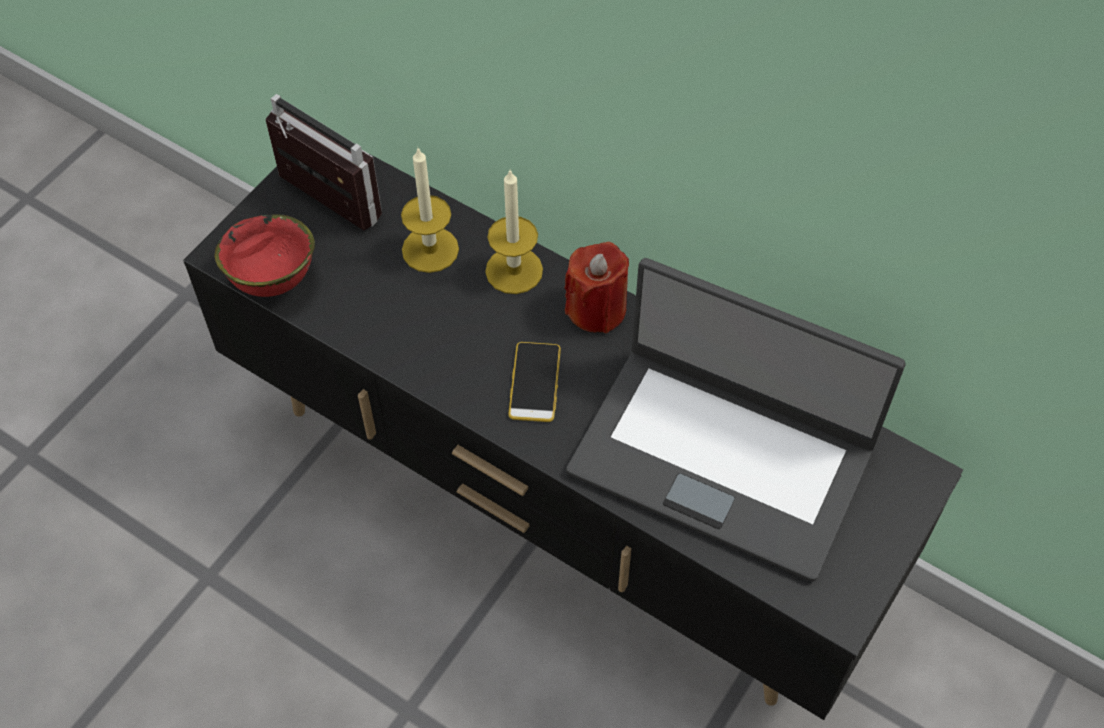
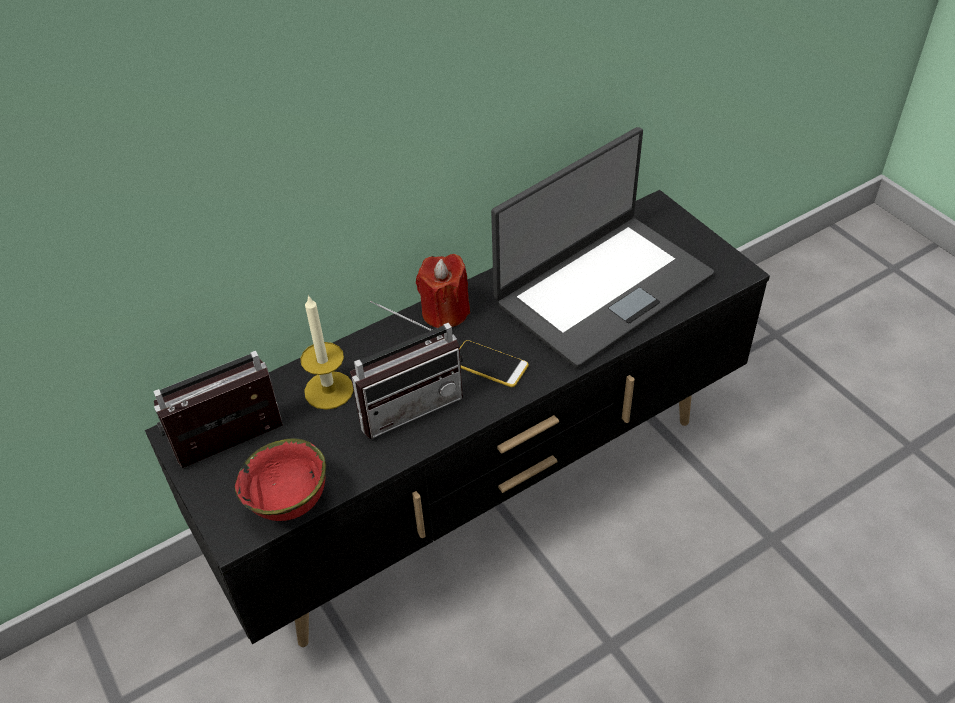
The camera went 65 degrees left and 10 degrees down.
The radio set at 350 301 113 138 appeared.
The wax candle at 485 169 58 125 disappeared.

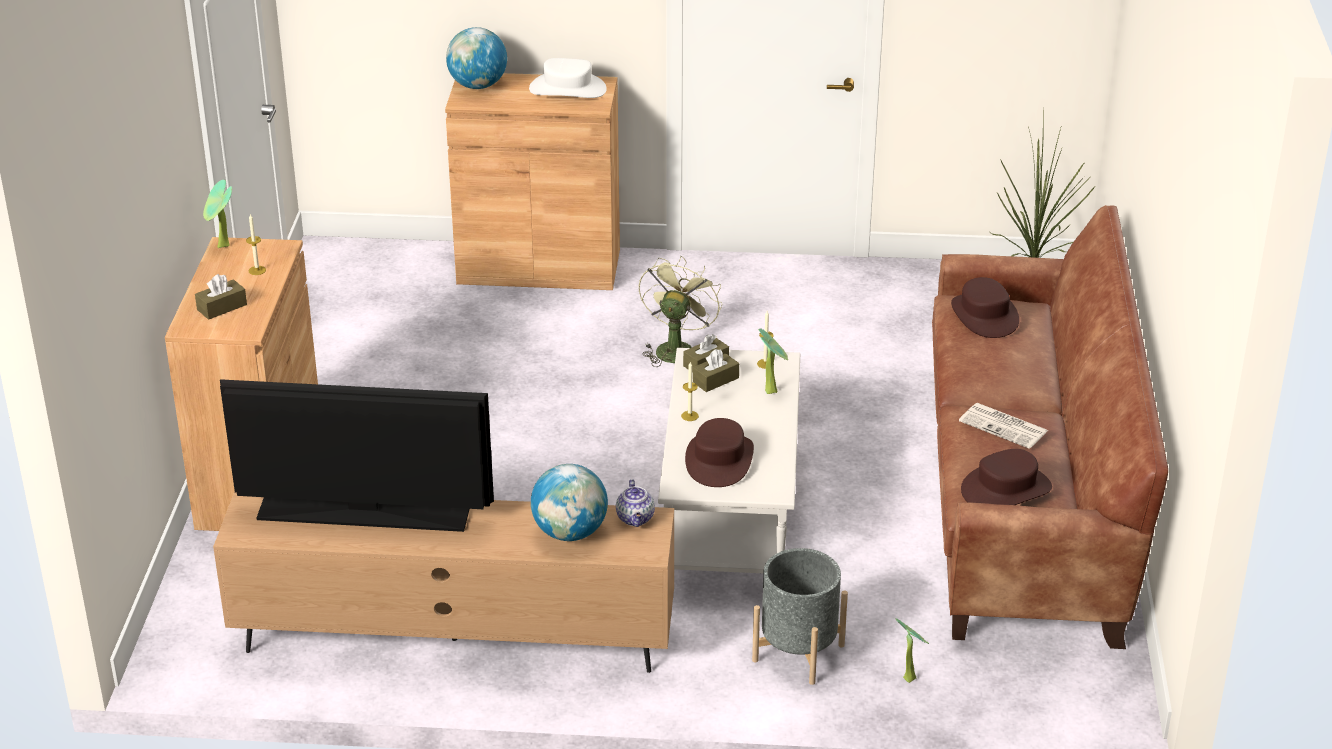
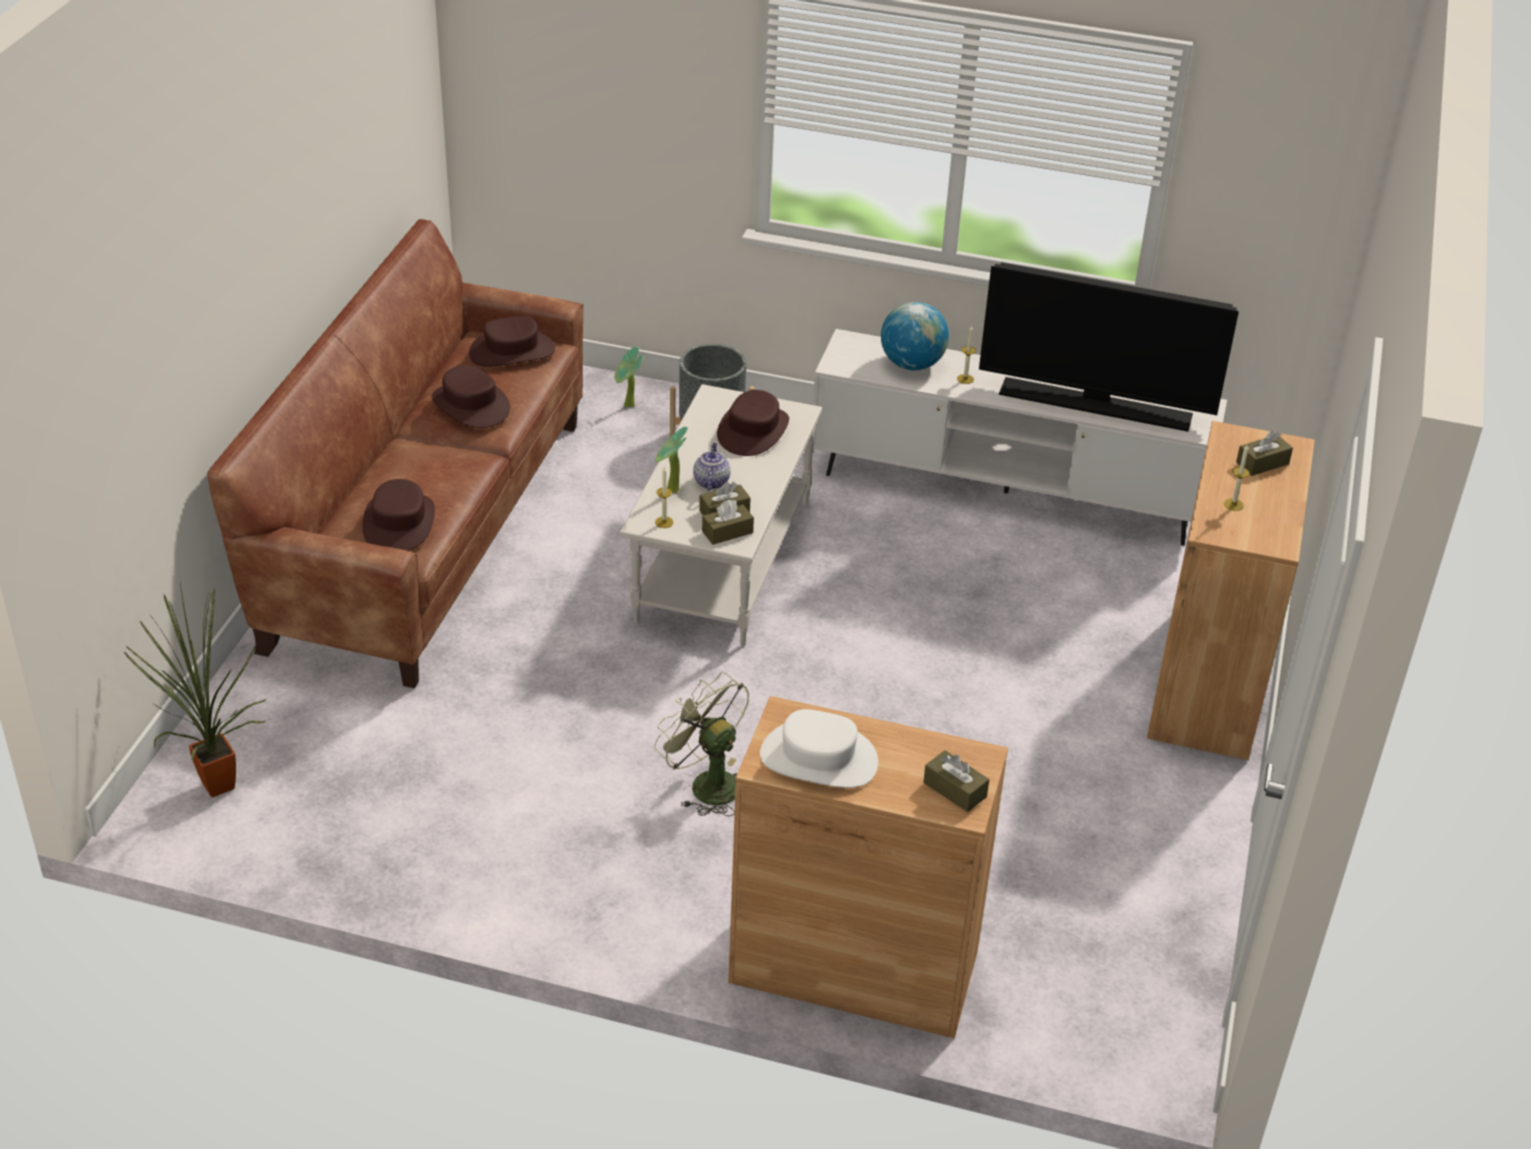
The camera went 170 degrees left and 5 degrees up.
The newspaper at 959 403 89 46 was replaced by the brown hat at 432 365 78 63.
The green-coloured fan at 639 256 83 111 turned 105 degrees clockwise.
The teapot moved from 616 479 39 48 to 693 443 37 47.
The brown tv stand at 213 492 461 181 became the white-coloured tv stand at 813 329 414 217.
The world globe at 446 27 61 62 was replaced by the brown tissue holder at 923 750 66 62.
The wax candle moved from 681 362 18 59 to 957 325 19 59.
The houseplant at 203 180 29 68 disappeared.

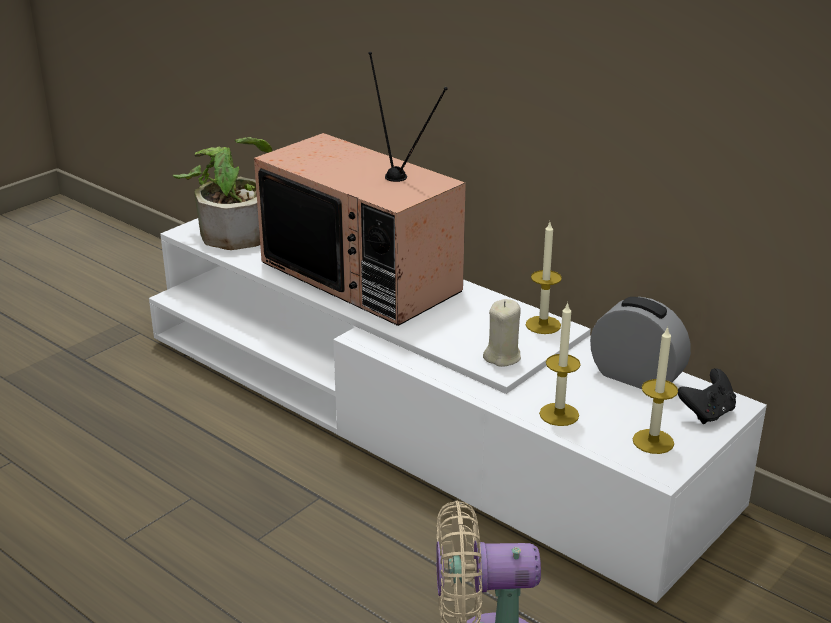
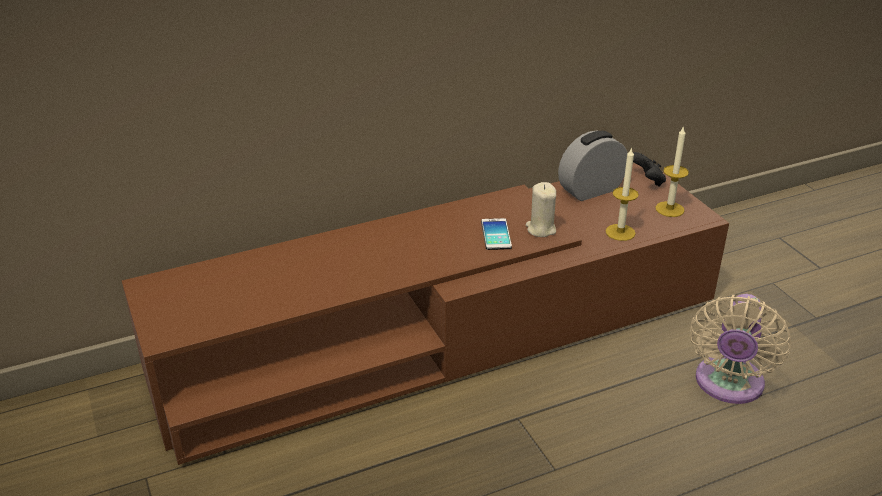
The camera went 65 degrees left and 5 degrees up.
The white-coloured tv stand at 149 218 618 385 became the brown tv stand at 122 163 607 302.
The phone at 481 218 31 32 appeared.
The houseplant at 172 137 100 113 disappeared.
The television at 254 52 212 274 disappeared.
The wax candle at 526 222 36 112 disappeared.

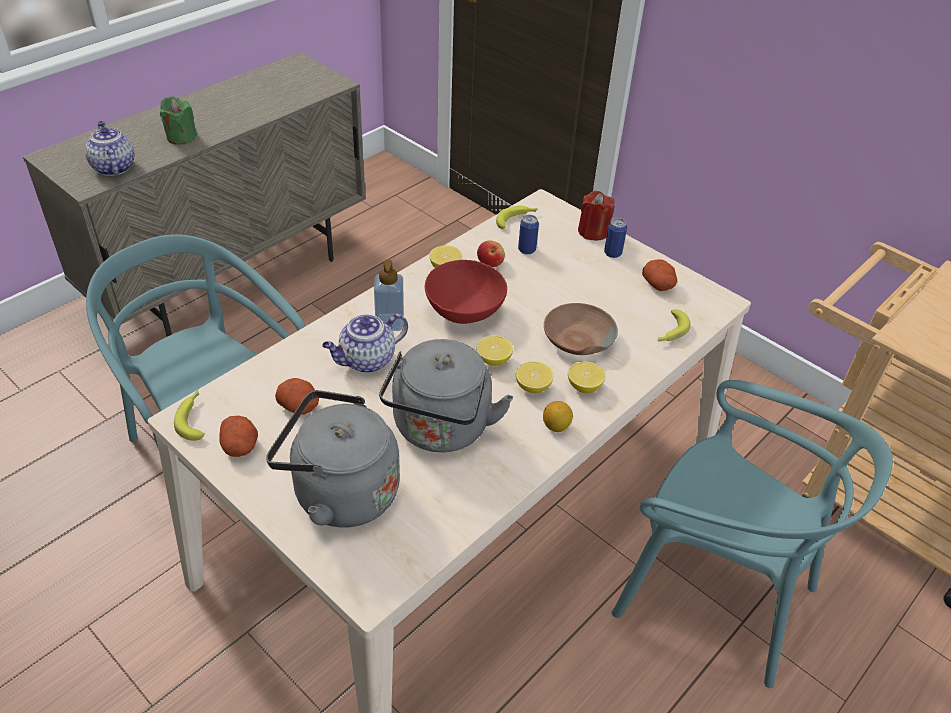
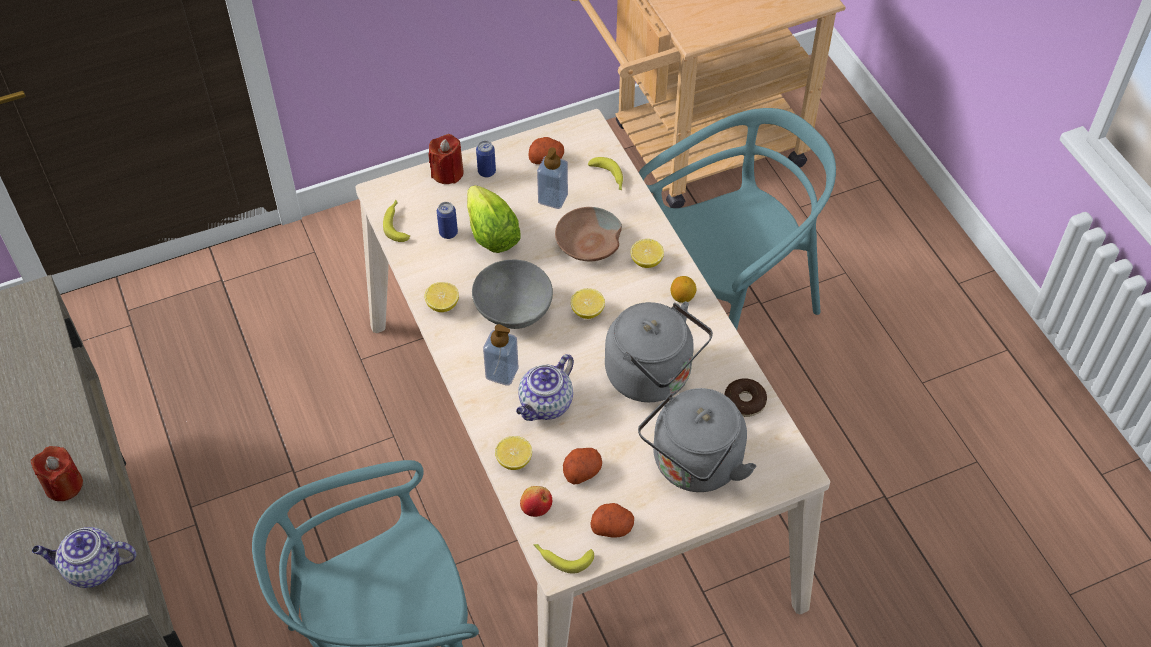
The camera went 65 degrees left and 10 degrees up.
The green-coloured wax candle at 160 96 37 49 became the red wax candle at 31 446 52 55.
The head of lettuce at 467 185 53 68 appeared.
The red deep dish at 425 260 82 64 became the grey deep dish at 472 260 81 69.
The whole lemon moved from 516 362 38 31 to 495 436 37 34.
The teapot at 322 314 86 59 turned 45 degrees clockwise.
The whole apple moved from 477 240 28 27 to 520 486 32 31.
The soap bottle at 537 147 31 62 appeared.
The donut at 724 378 43 39 appeared.

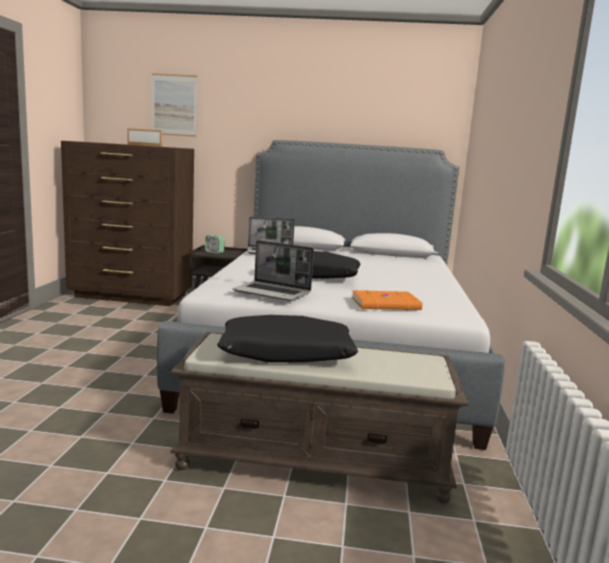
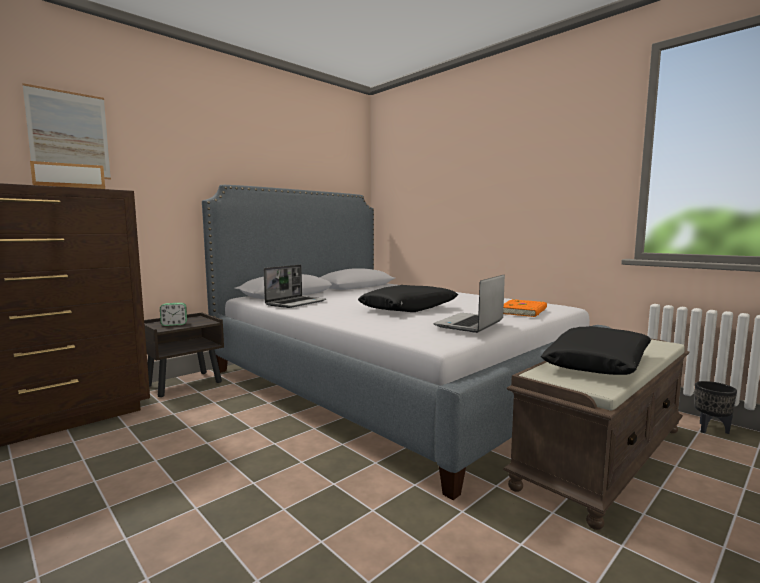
The camera went 50 degrees left and 5 degrees down.
The notebook computer at 232 240 82 61 turned 150 degrees clockwise.
The black plant pot at 694 381 43 53 appeared.

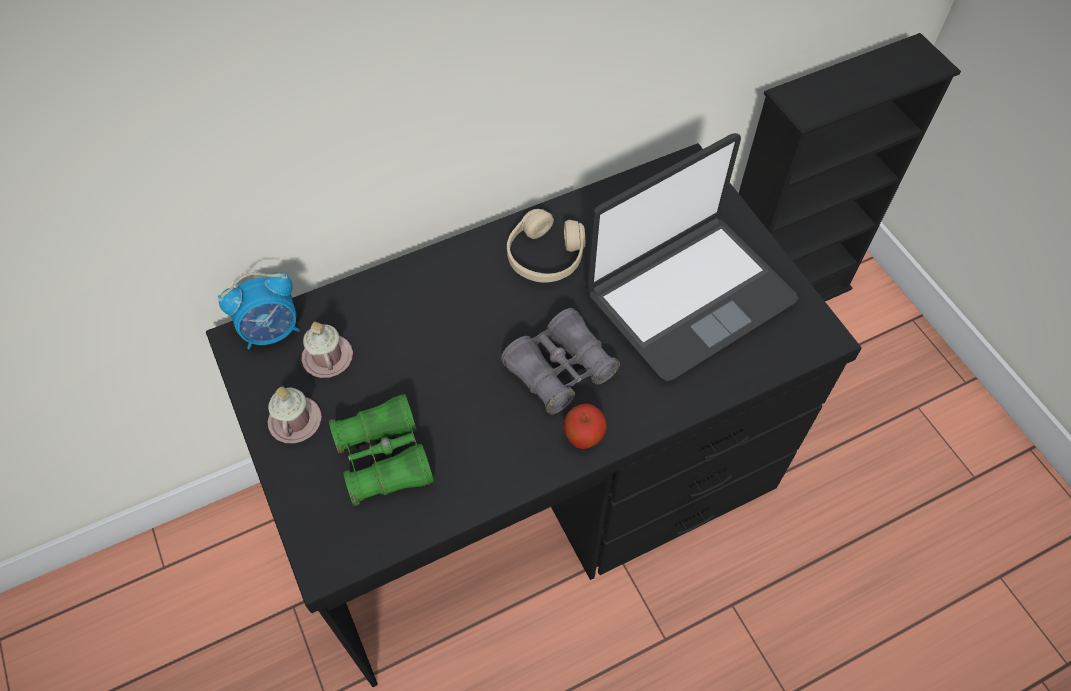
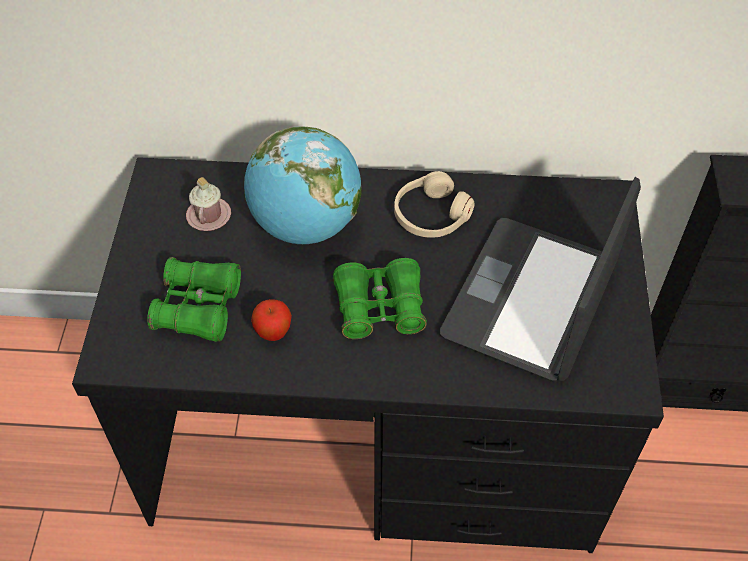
The camera went 30 degrees right and 5 degrees down.
The world globe at 244 127 118 117 appeared.
The whole apple moved from 564 404 43 45 to 251 299 41 42.
The grey binoculars at 501 308 119 107 became the green-coloured binoculars at 333 258 94 81.
The notebook computer at 586 133 213 249 turned 120 degrees clockwise.
The table clock at 218 272 82 77 disappeared.
The pink-coloured mug at 268 386 54 58 disappeared.

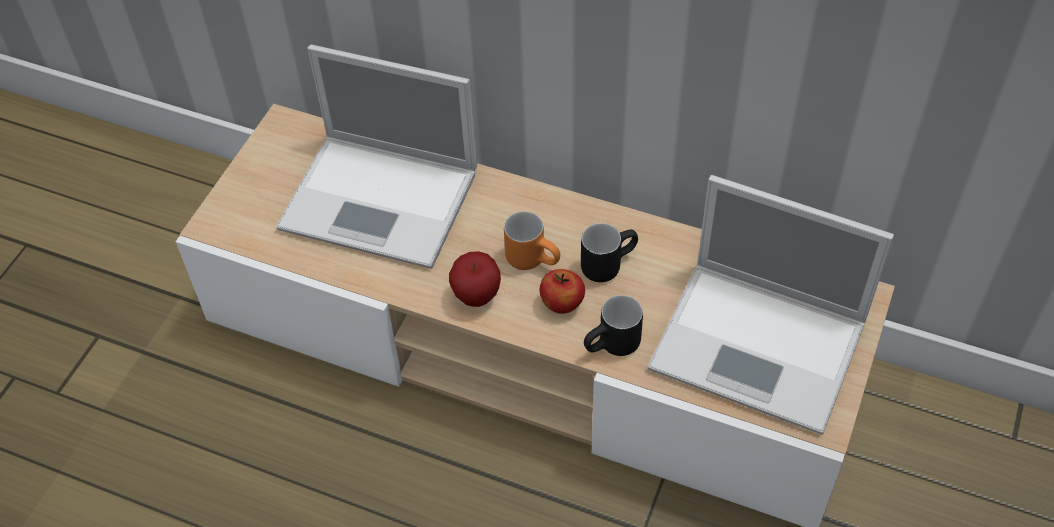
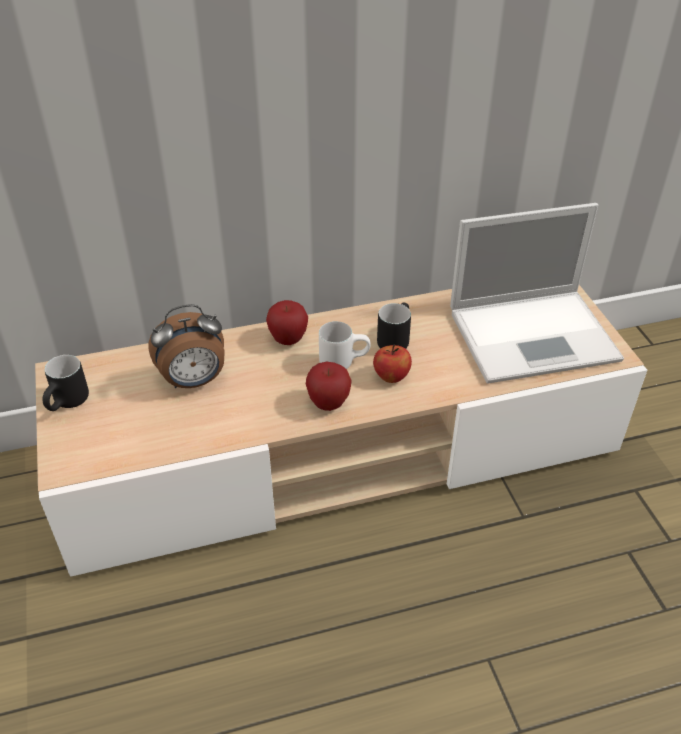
The camera went 40 degrees left and 10 degrees down.
The black mug moved from 584 295 59 61 to 42 355 47 56.
The notebook computer at 276 45 201 224 was replaced by the table clock at 148 304 77 84.
The whole apple at 266 300 42 45 appeared.
The orange mug at 504 211 56 59 became the white-coloured mug at 319 321 52 48.

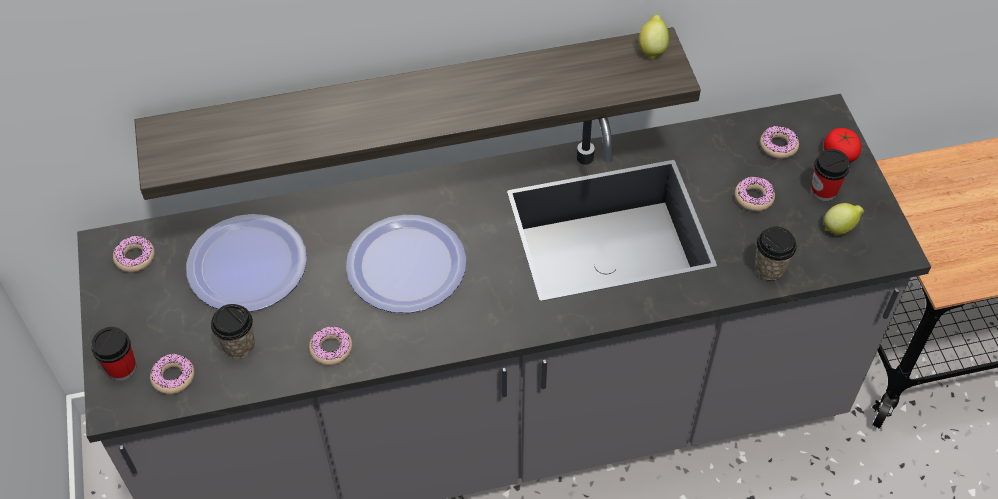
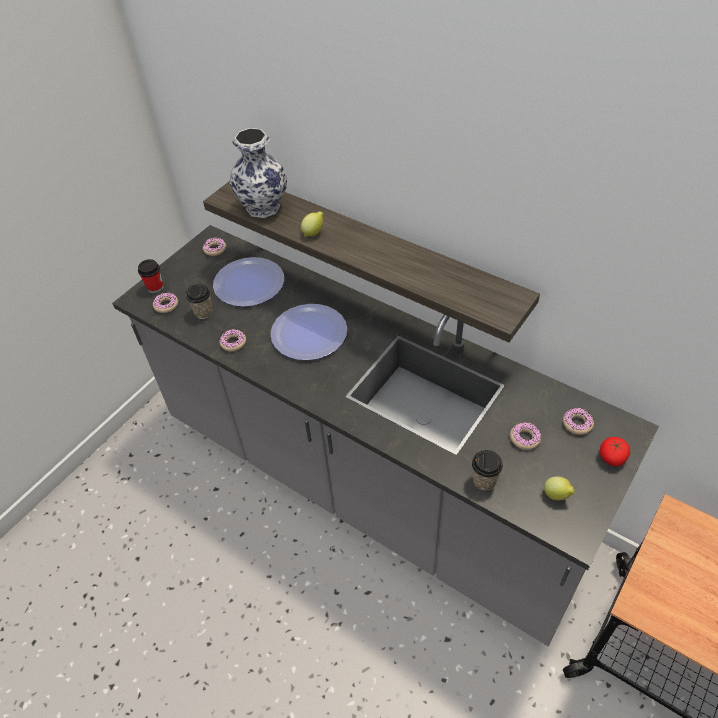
The camera went 50 degrees right and 5 degrees down.
The decorative vase at 230 128 57 90 appeared.
The whole lemon moved from 639 15 30 45 to 301 211 23 26.
The drinking cup at 811 149 39 52 disappeared.

